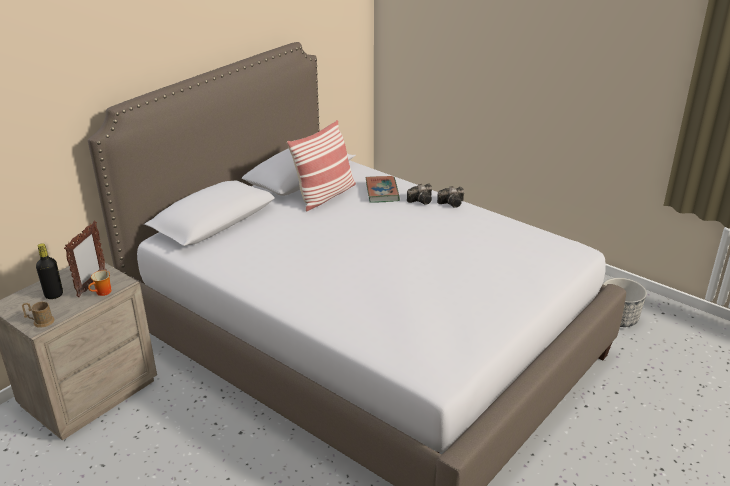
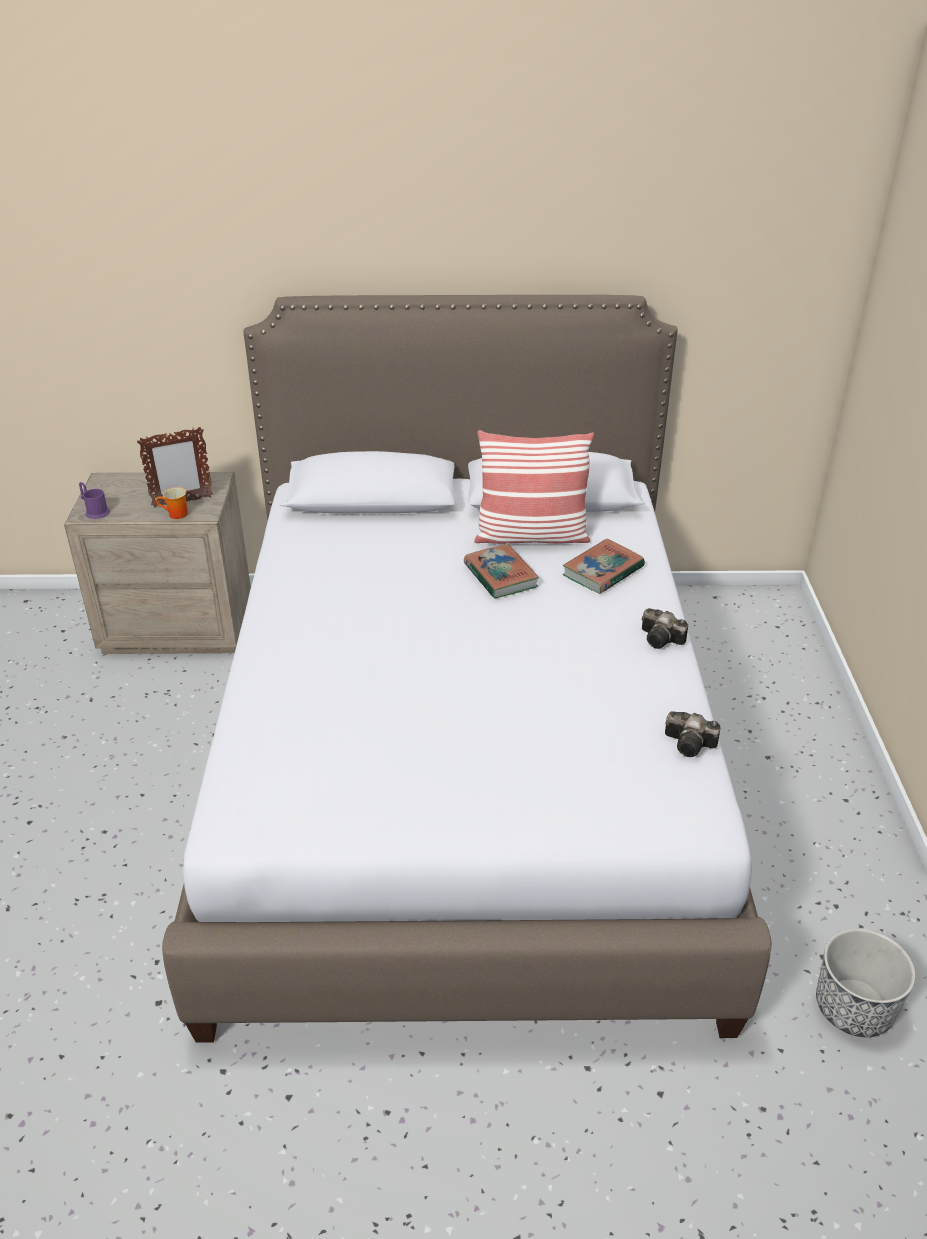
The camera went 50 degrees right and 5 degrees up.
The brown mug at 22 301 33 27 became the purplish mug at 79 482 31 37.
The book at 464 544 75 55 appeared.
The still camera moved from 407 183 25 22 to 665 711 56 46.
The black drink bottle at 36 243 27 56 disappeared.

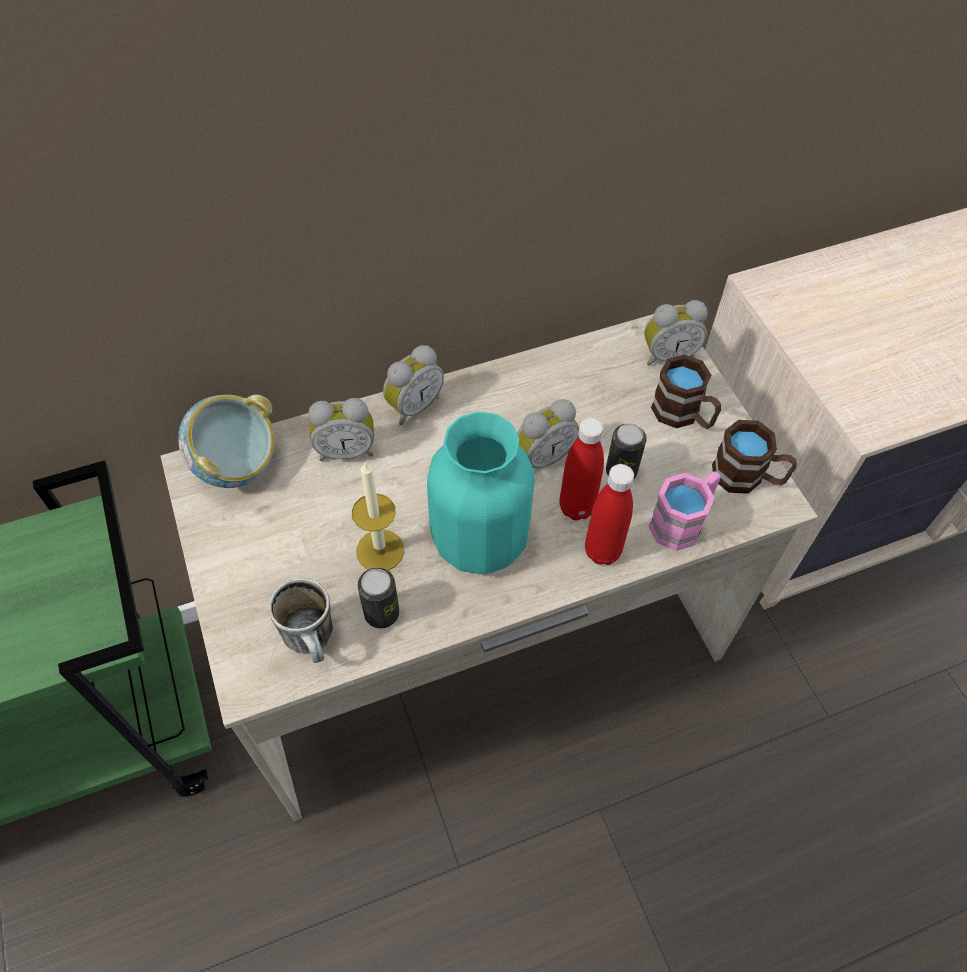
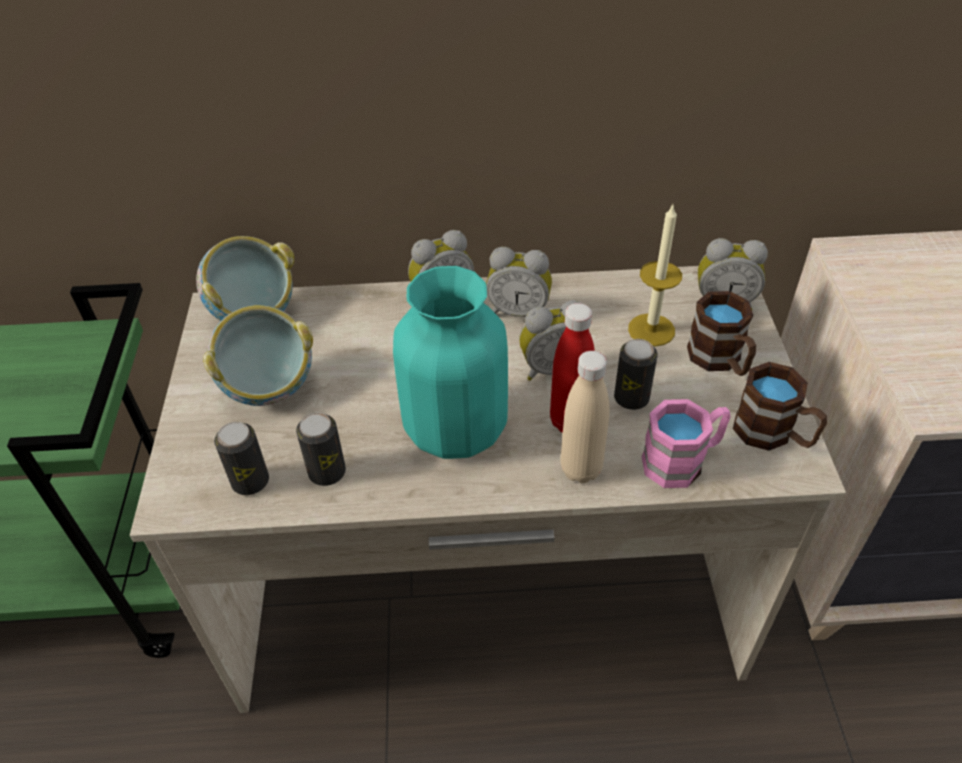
The camera went 20 degrees right and 10 degrees down.
The deep dish at 203 305 110 101 appeared.
The mug at 268 578 65 85 was replaced by the sealed can at 214 422 55 73.
The table clock moved from 308 398 66 63 to 486 247 66 70.
The red drink bottle at 585 464 49 101 became the beige-coloured drink bottle at 561 351 49 132.
The wax candle moved from 352 462 52 108 to 628 205 54 142.

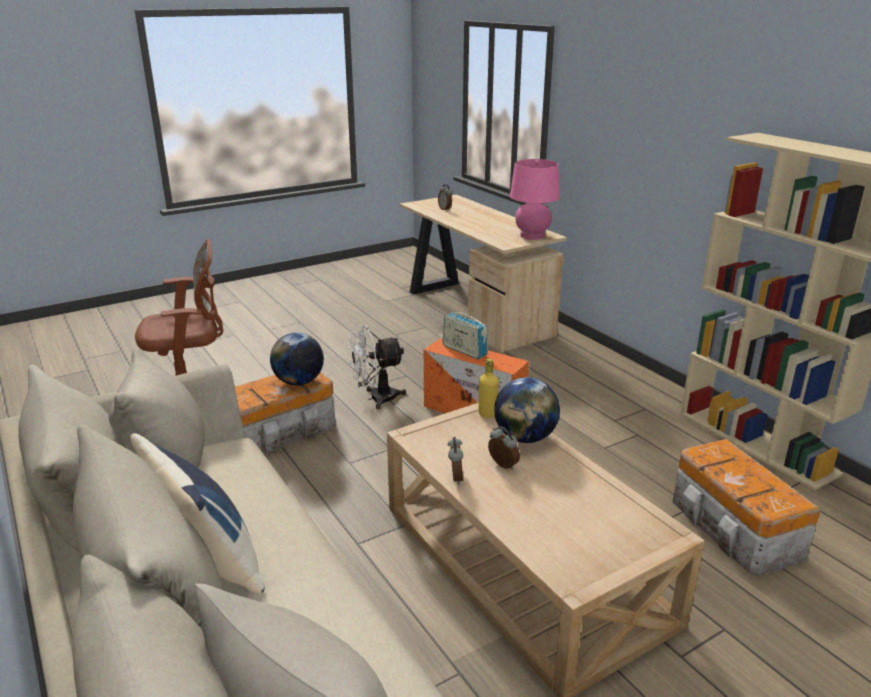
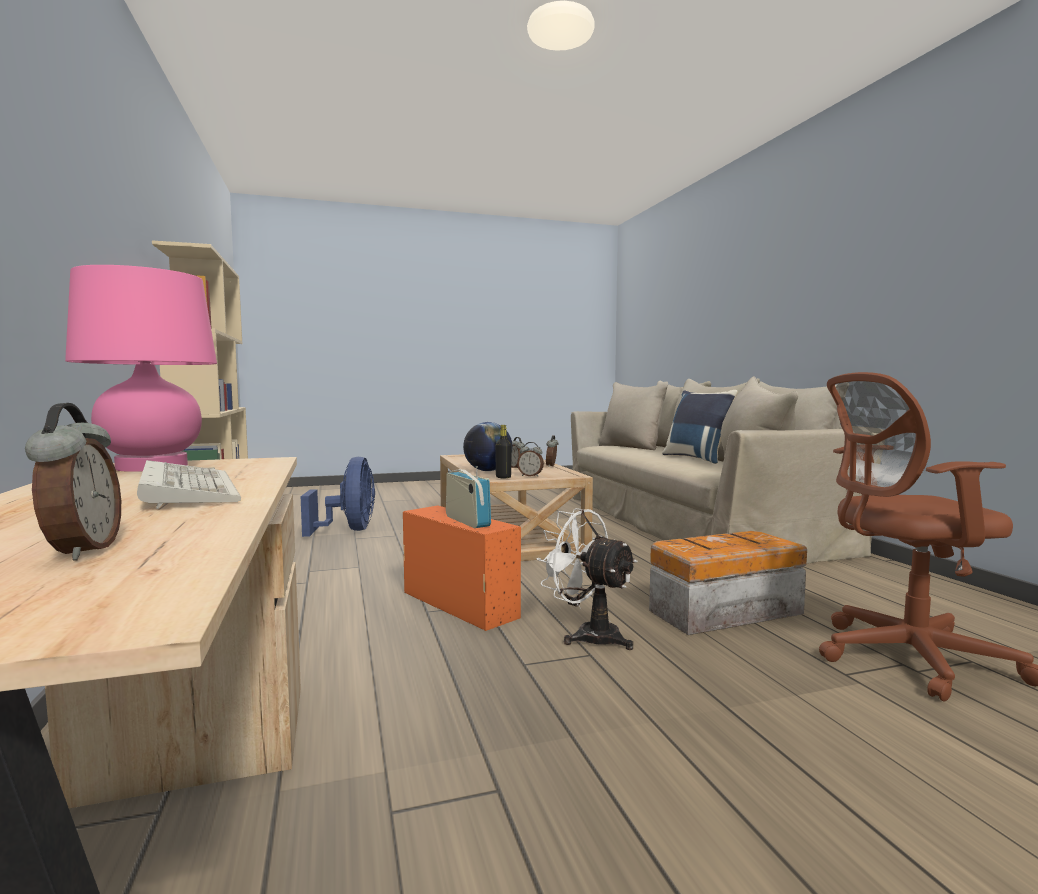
The camera went 165 degrees left and 20 degrees down.
The computer keyboard at 137 460 104 49 appeared.
The storage container at 672 439 148 137 was replaced by the blue fan at 301 457 74 80.
The yellowish drink bottle at 479 359 20 59 became the black drink bottle at 495 425 17 53.
The table clock at 517 442 27 35 appeared.
The white-coloured fan at 348 326 58 83 turned 135 degrees counterclockwise.
The world globe at 270 332 54 54 disappeared.

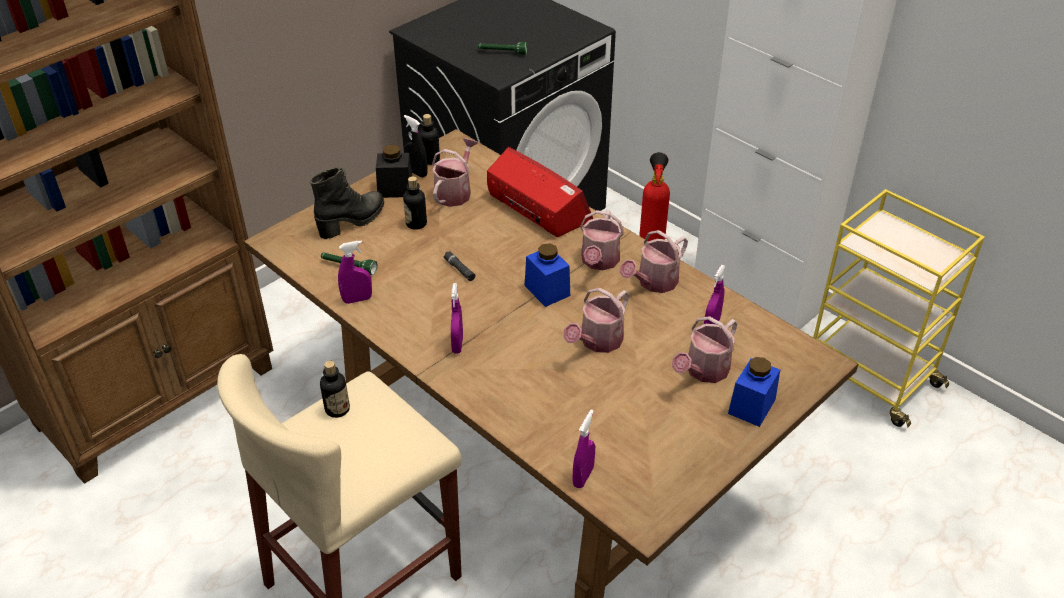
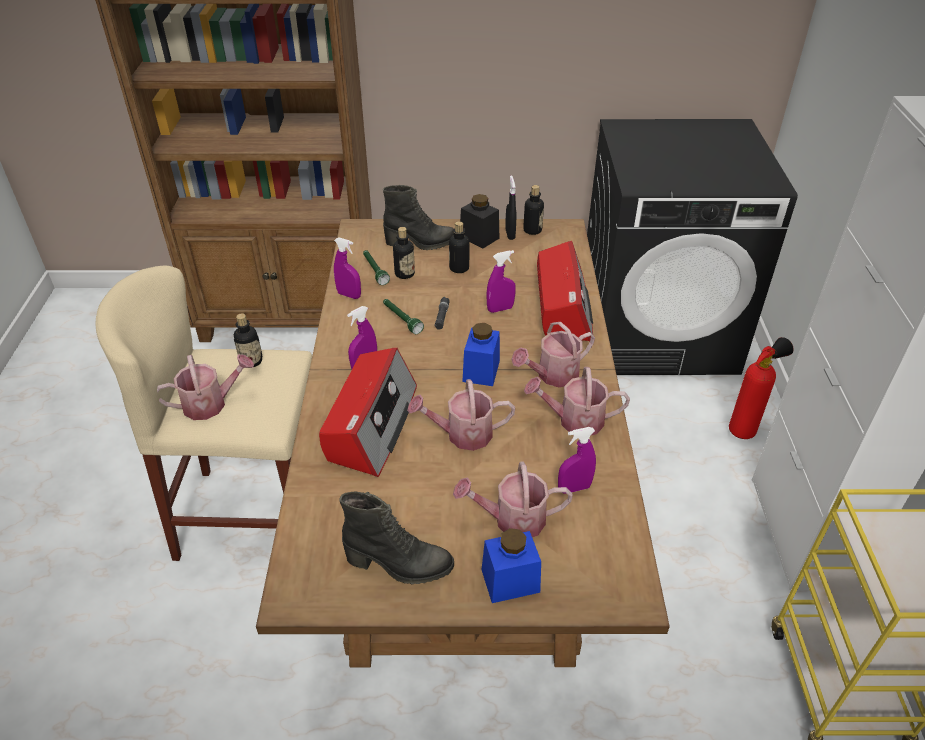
The camera went 45 degrees right and 0 degrees up.
The watering pot moved from 432 138 46 69 to 157 354 97 66.
The radio set at 319 348 98 129 appeared.
The black high-top boot at 339 491 115 94 appeared.
The green-coloured hand torch moved from 478 42 49 13 to 383 299 41 35.
The drink bottle at 393 227 22 52 appeared.
The purplish sprayer moved from 572 409 23 79 to 486 250 30 63.

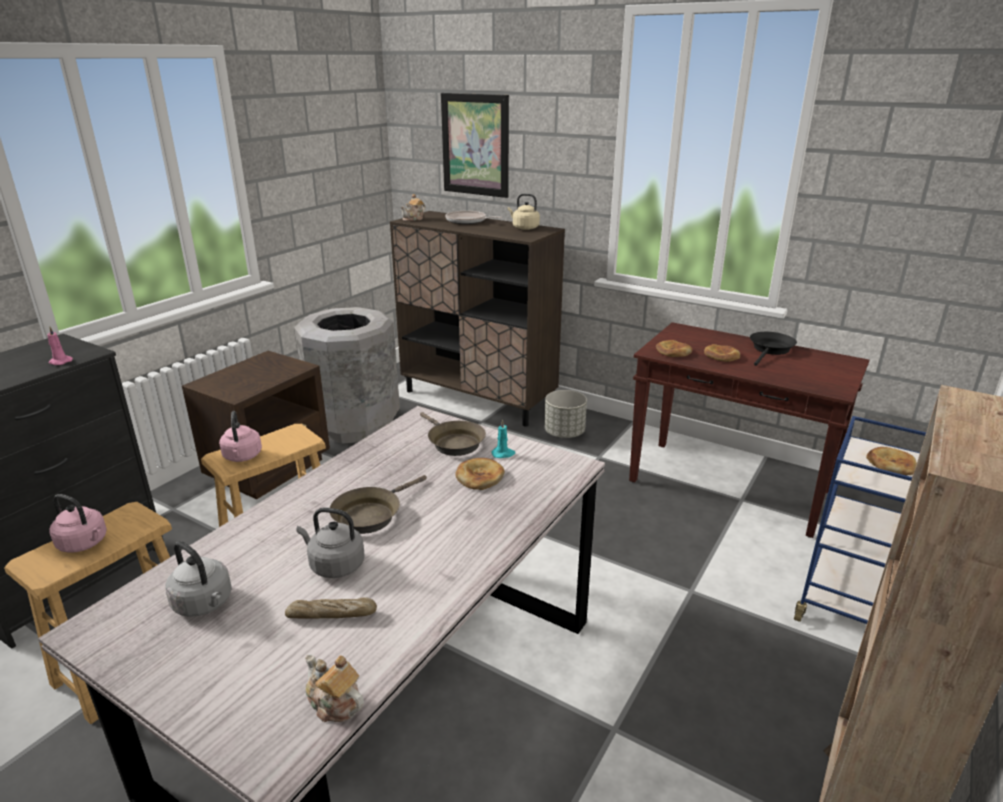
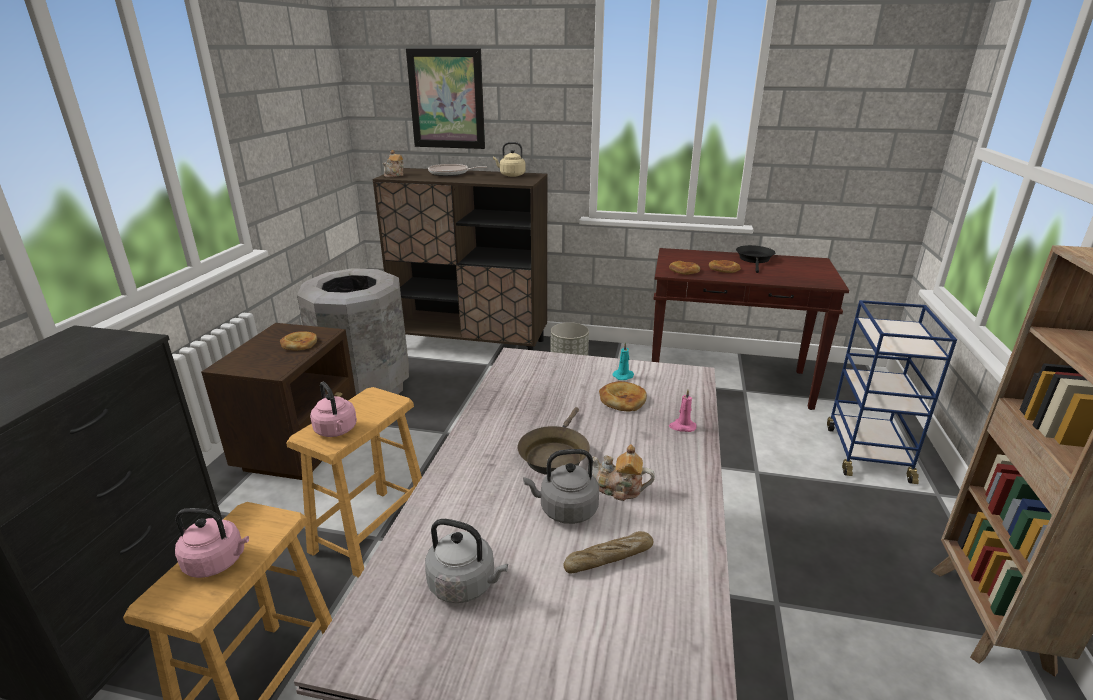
The camera went 20 degrees left and 0 degrees up.
The baked bread moved from 866 447 51 28 to 280 331 37 19.
The teapot moved from 305 654 59 68 to 592 444 63 57.
The pink-coloured wax candle moved from 48 327 25 38 to 669 390 28 42.
The brown skillet at 420 412 66 44 disappeared.

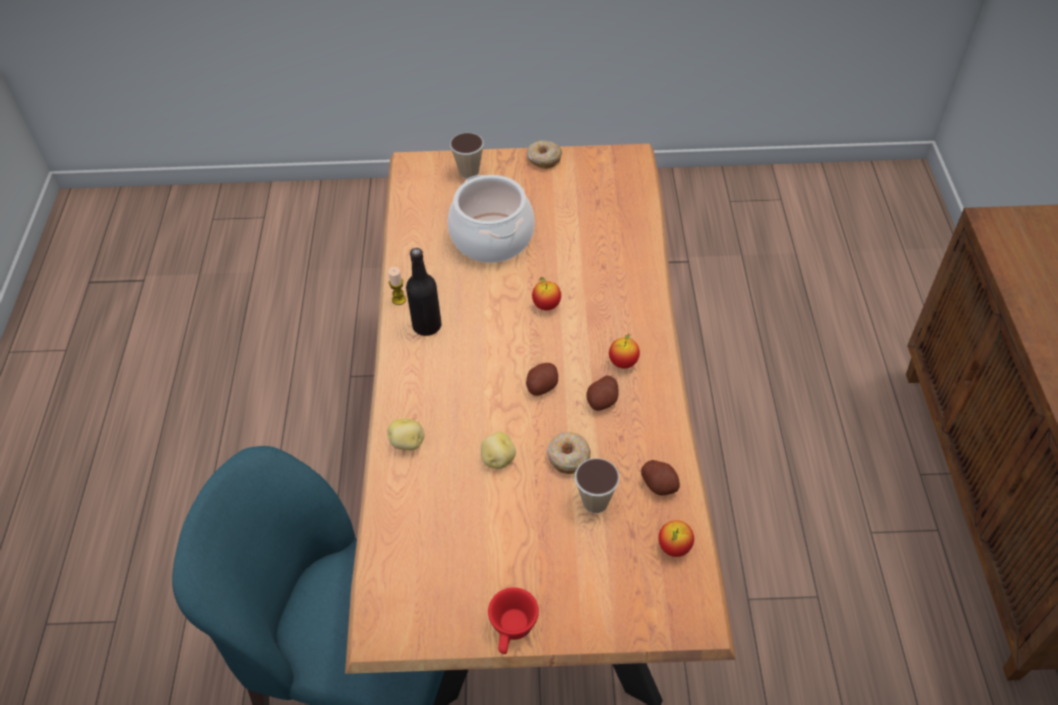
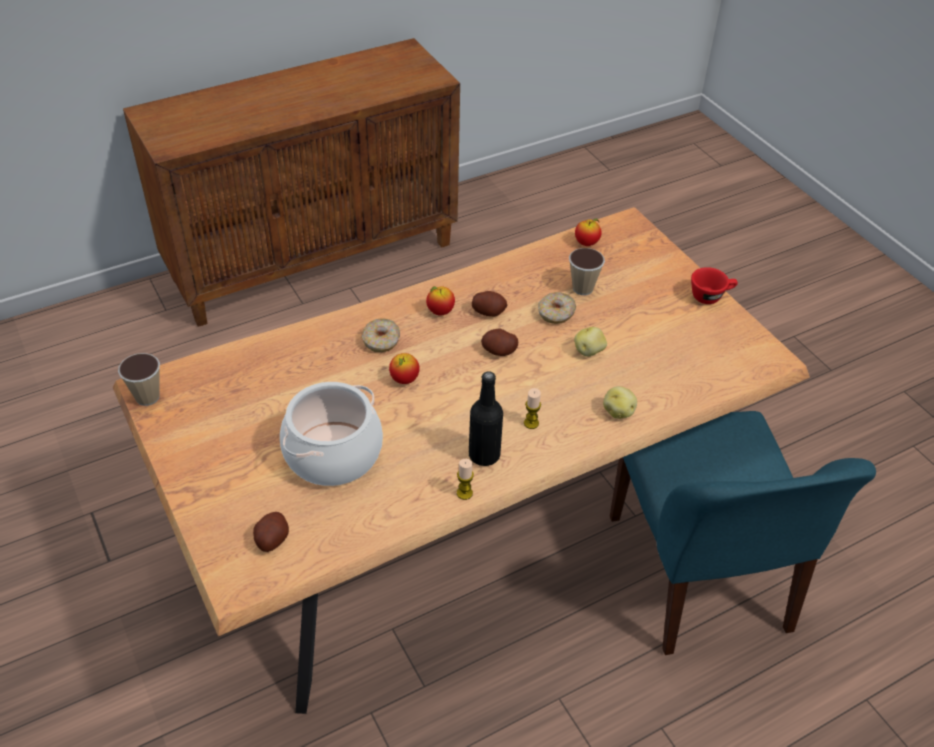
The camera went 120 degrees left and 5 degrees down.
The drinking cup moved from 450 133 34 45 to 118 353 42 53.
The whole potato moved from 641 460 39 35 to 253 512 36 40.
The donut moved from 527 140 35 29 to 362 318 38 34.
The wax candle at 524 388 17 41 appeared.

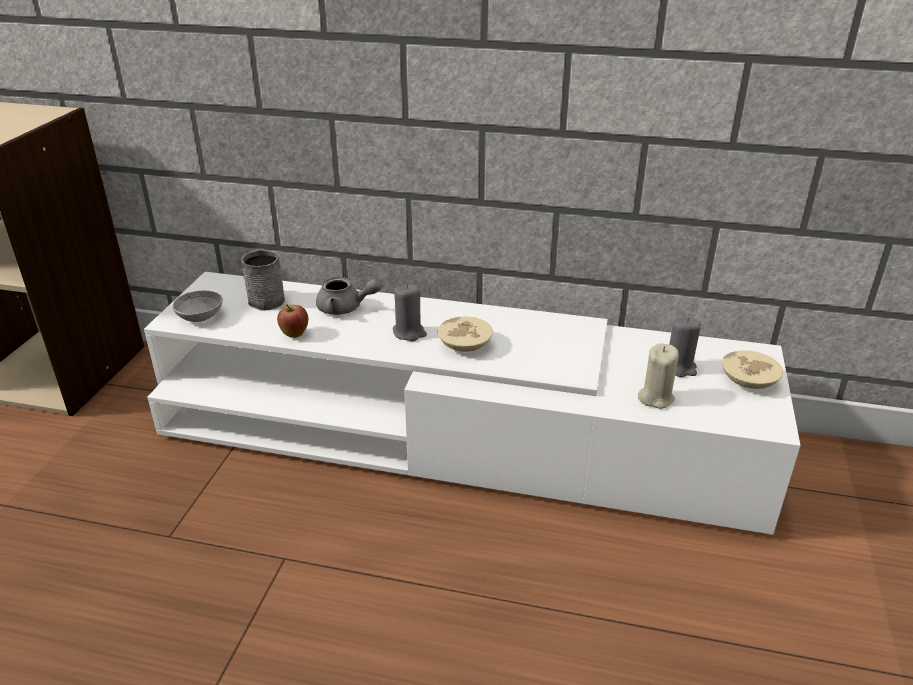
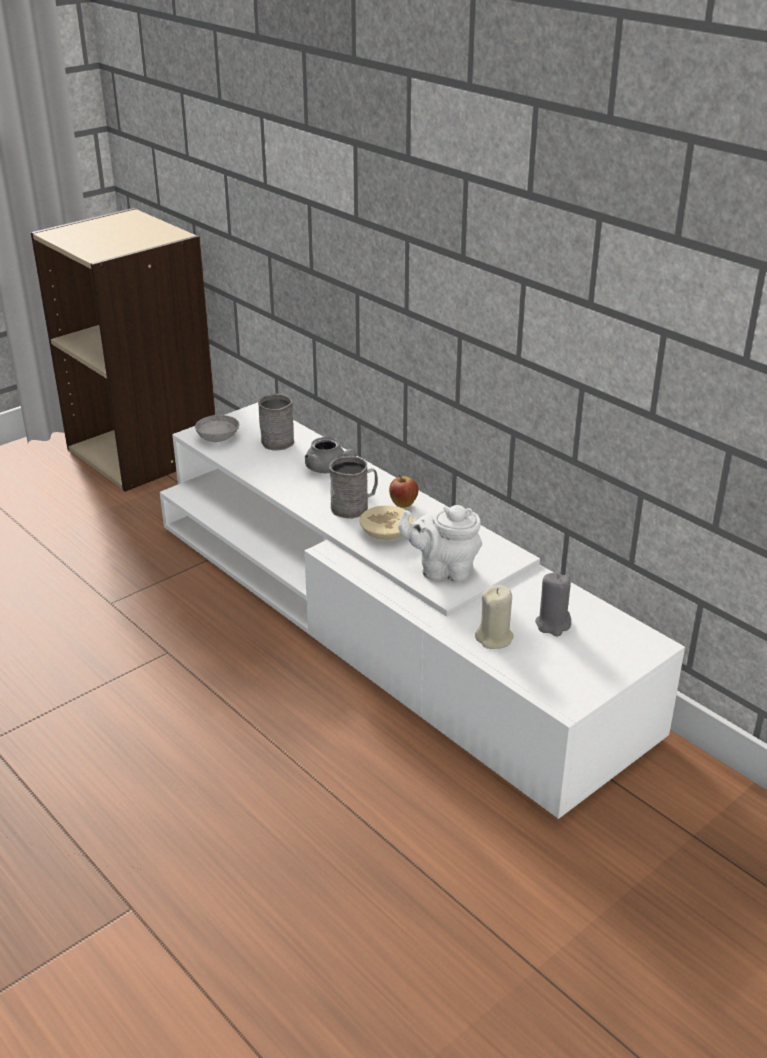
The camera went 35 degrees right and 0 degrees up.
The grey wax candle at 393 283 34 58 was replaced by the grey mug at 329 456 49 63.
The whole apple moved from 277 304 31 34 to 389 475 30 33.
The white-coloured teapot at 398 505 84 78 appeared.
The beige-coloured deep dish at 722 350 61 39 disappeared.

